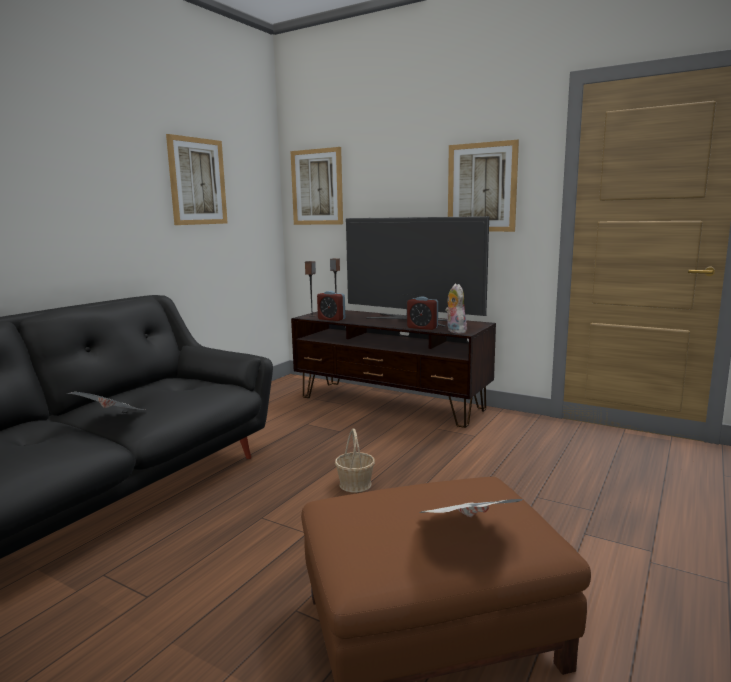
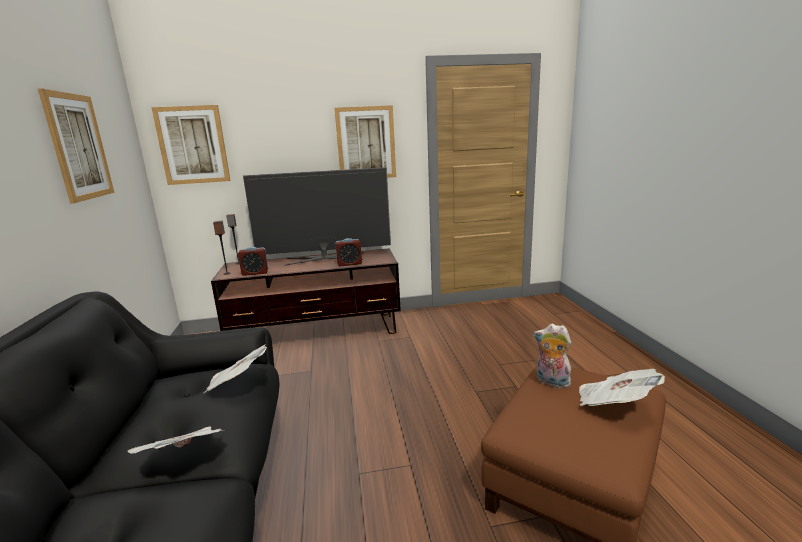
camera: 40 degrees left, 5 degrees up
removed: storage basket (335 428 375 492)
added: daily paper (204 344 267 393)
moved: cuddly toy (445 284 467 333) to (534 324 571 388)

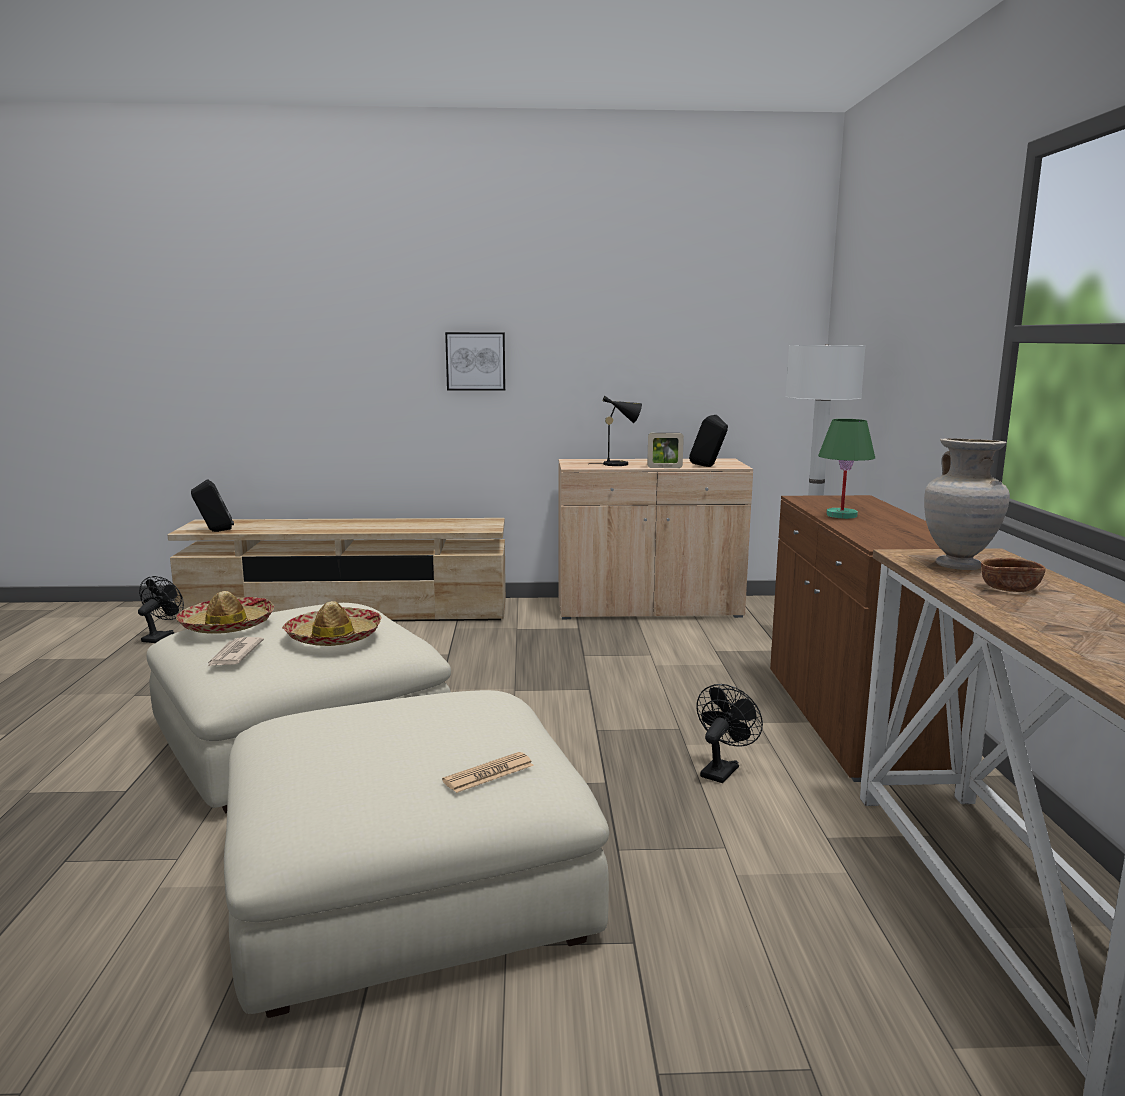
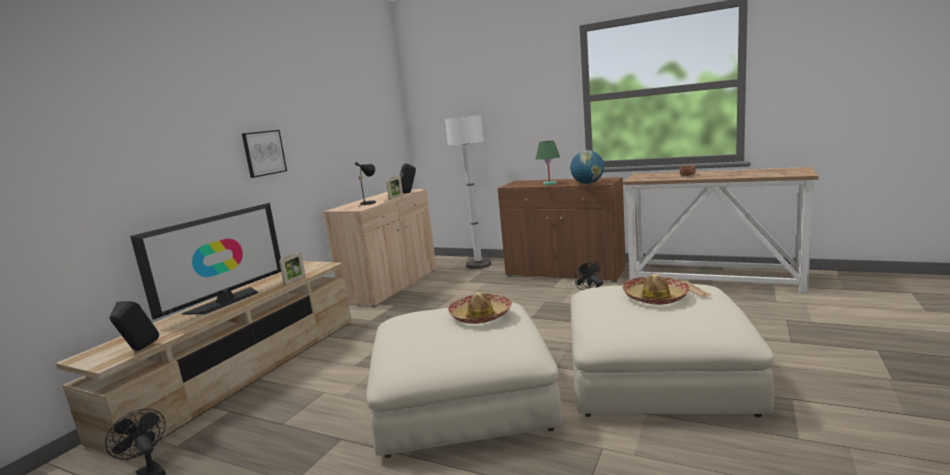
camera: 60 degrees left, 0 degrees up
removed: daily paper (207 637 264 667); flower vase (sand-coloured) (924 438 1010 570)
added: television (130 203 281 320); standing frame (279 252 305 285); world globe (570 150 604 184)
moved: clothing hat (176 591 274 634) to (622 274 690 305)

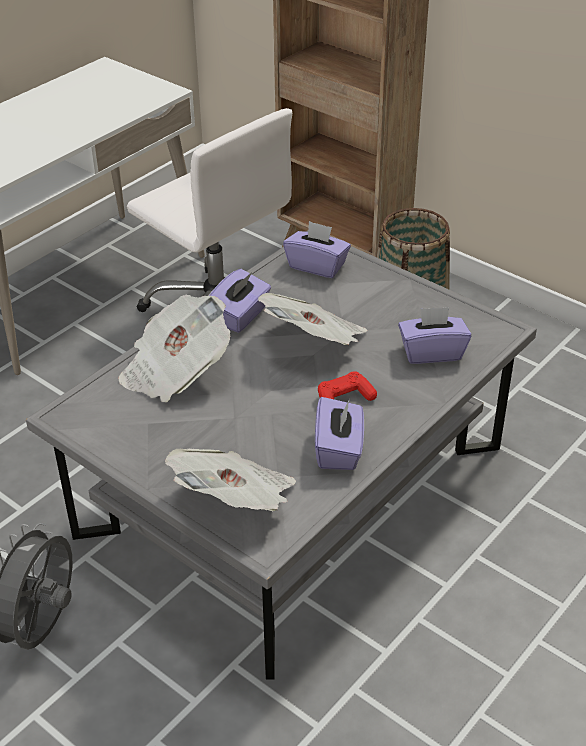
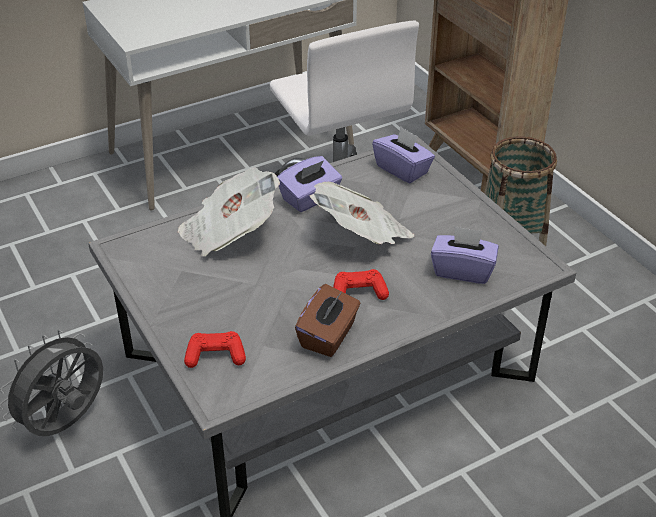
camera: 20 degrees right, 0 degrees up
replaced: daily paper (165 449 296 511) to gamepad (reddish) (184 331 246 368)
recoloured: tissue holder (purplish) (315 397 364 470) to tissue holder (brown) (295 284 361 357)

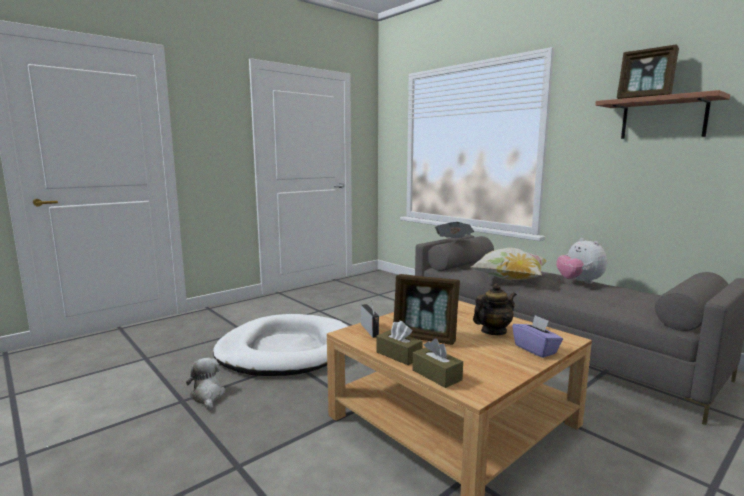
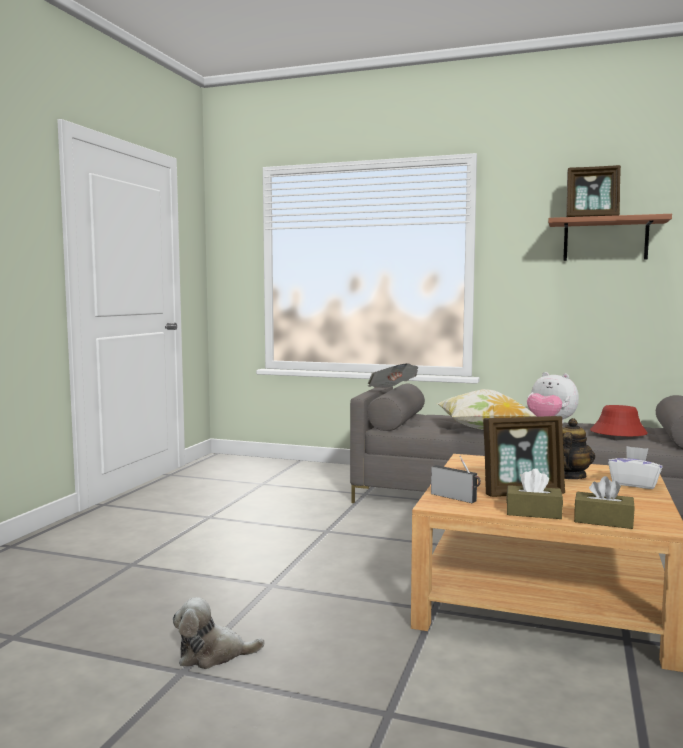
camera: 30 degrees left, 5 degrees down
removed: pet bed (whitish) (213 314 348 376)
added: clothing hat (reddish) (590 405 648 436)
recoloured: tissue holder (purplish) (512 315 563 358) to tissue holder (whitish) (608 446 663 489)
turned: cuddly toy (186 358 225 410) = (173 597 265 669) 45 degrees counterclockwise

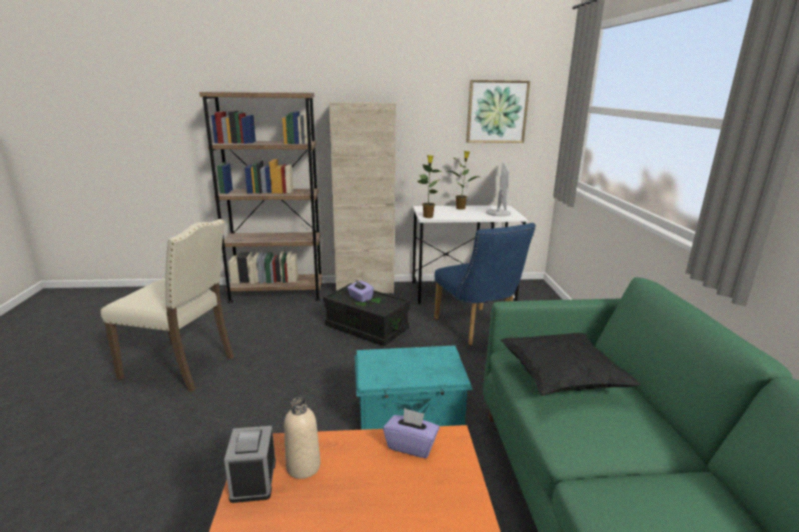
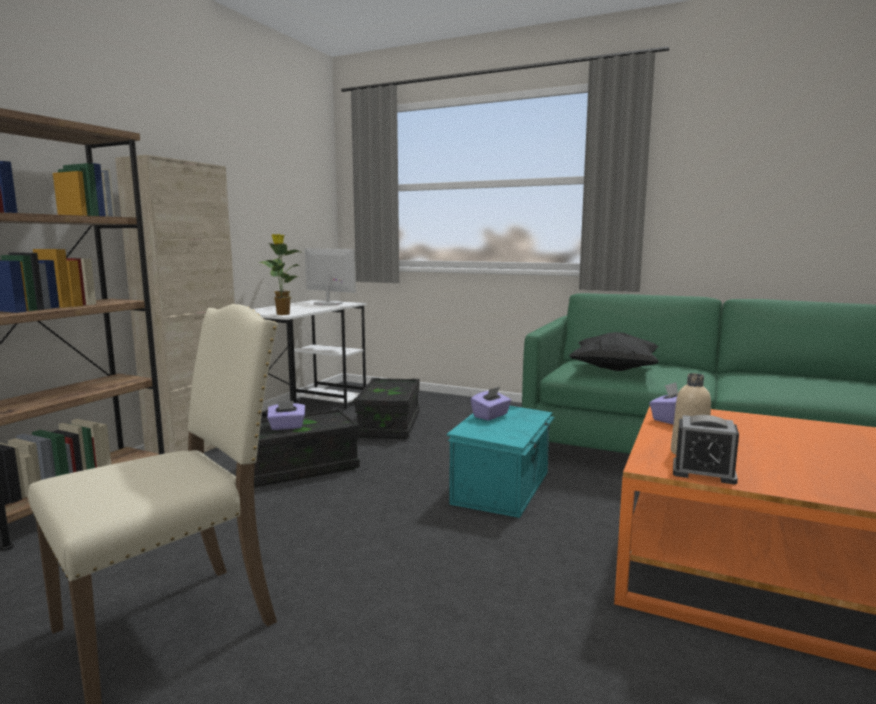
camera: 60 degrees left, 10 degrees down
removed: picture (466 80 530 143)
added: tissue holder (purplish) (471 387 511 421)
replaced: plain chair (bluish) (434 223 536 345) to storage bin (black-coloured) (354 378 420 439)

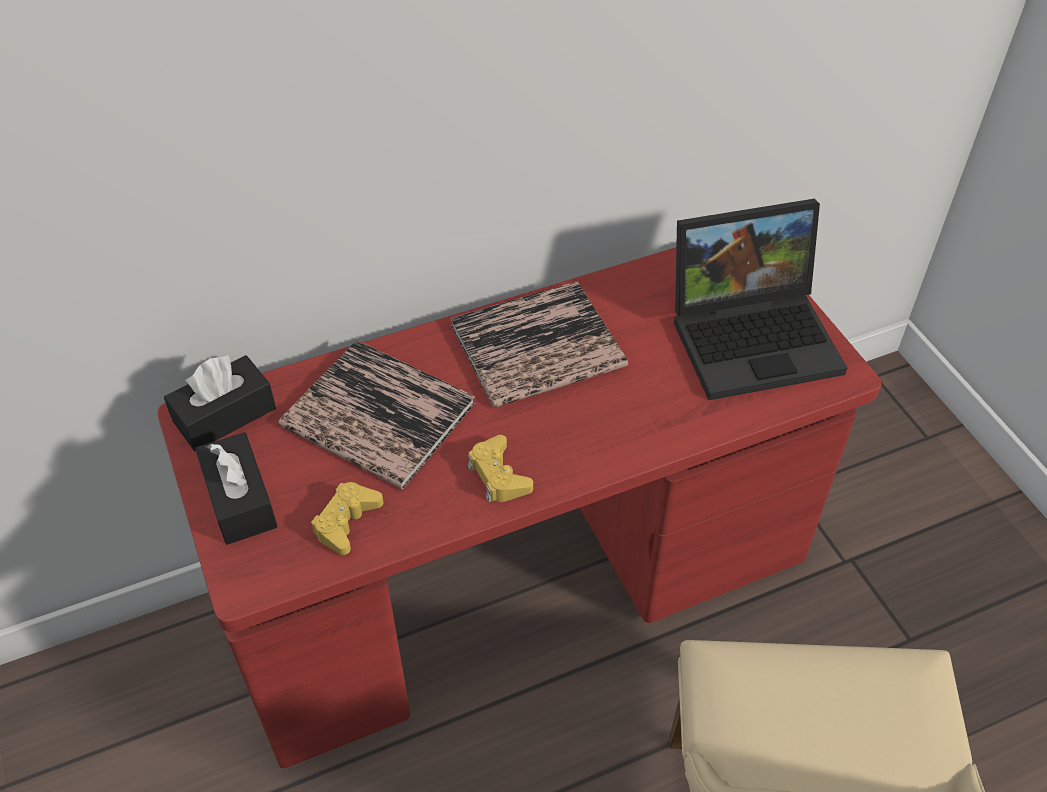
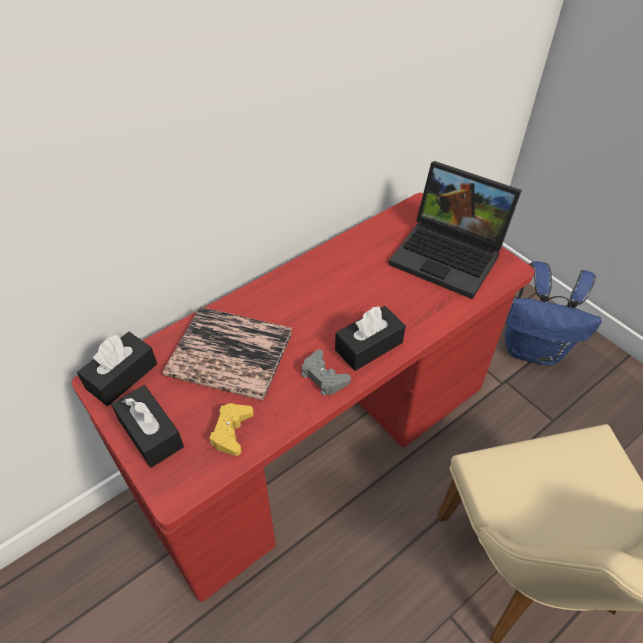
camera: 15 degrees left, 0 degrees up
removed: volume (450 281 628 408)
added: tissue holder (black-coloured) (335 306 406 371); rucksack (bluish) (505 261 602 366)
recoloured: gamepad (yellow-coloured) (468 435 533 502) to gamepad (greyish) (302 350 351 396)
turned: notebook computer (674 199 847 400) = (388 161 522 299) 60 degrees clockwise

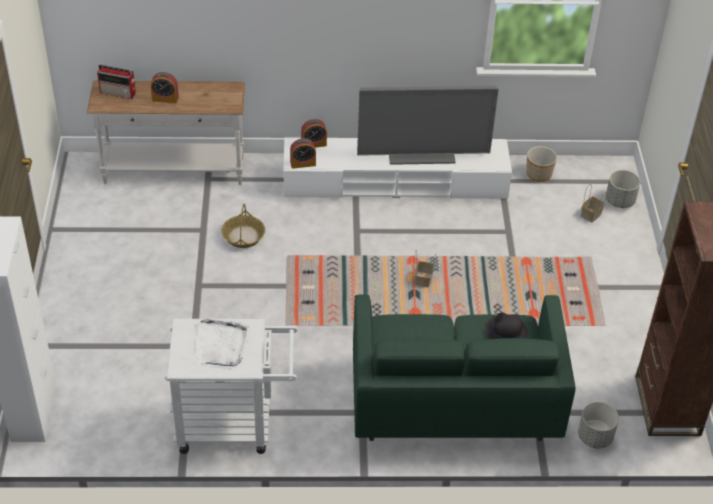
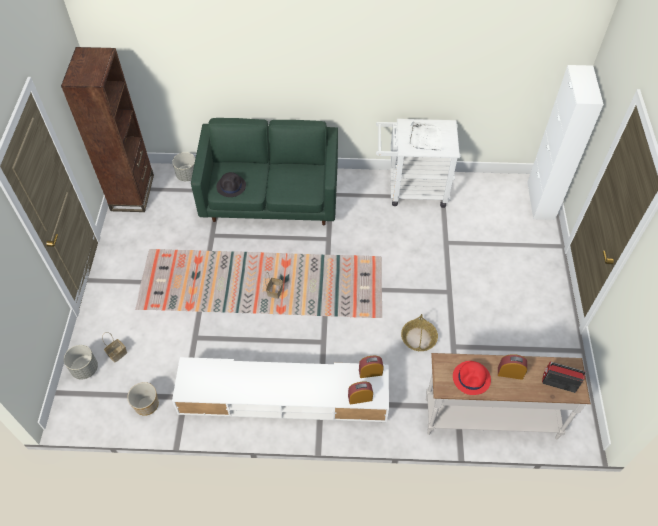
camera: 175 degrees left, 10 degrees up
removed: television (357 86 499 165)
added: clothing hat (reddish) (453 361 491 395)

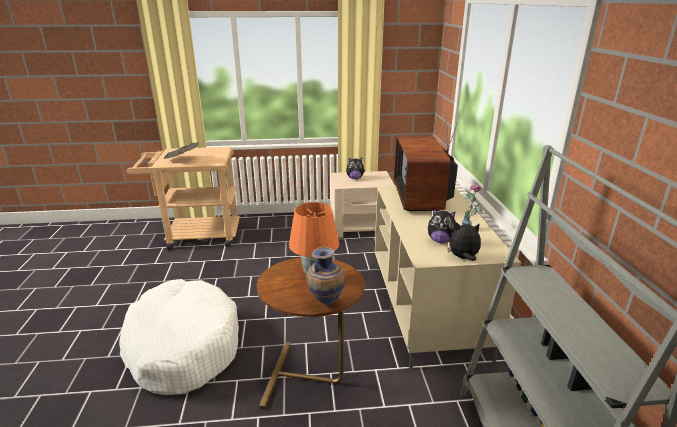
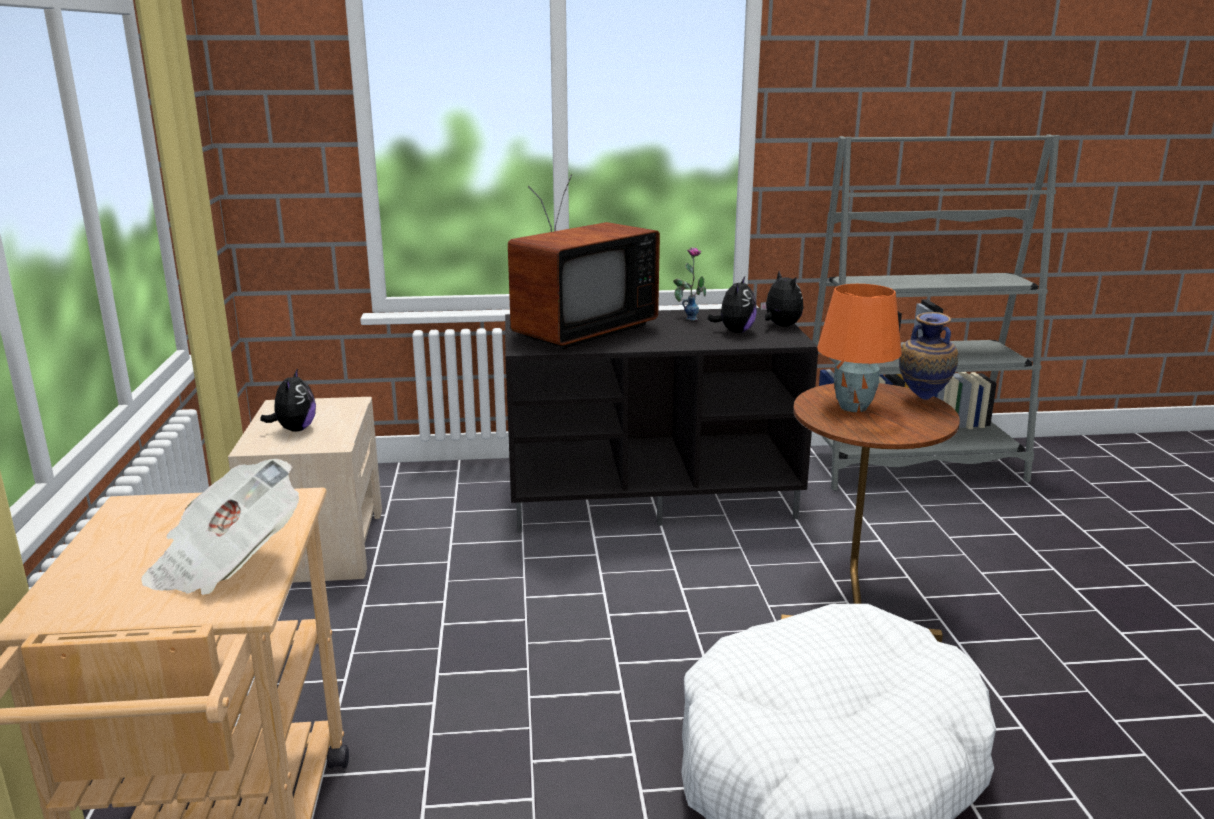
camera: 90 degrees left, 5 degrees down
recoloured: tv unit (sand-coloured) (375 185 521 368) to tv unit (black-coloured) (505 308 818 532)
turned: television (394 116 458 211) = (508 174 660 349) 45 degrees counterclockwise; cuddly toy (448 222 481 261) = (760 271 803 327) 150 degrees clockwise

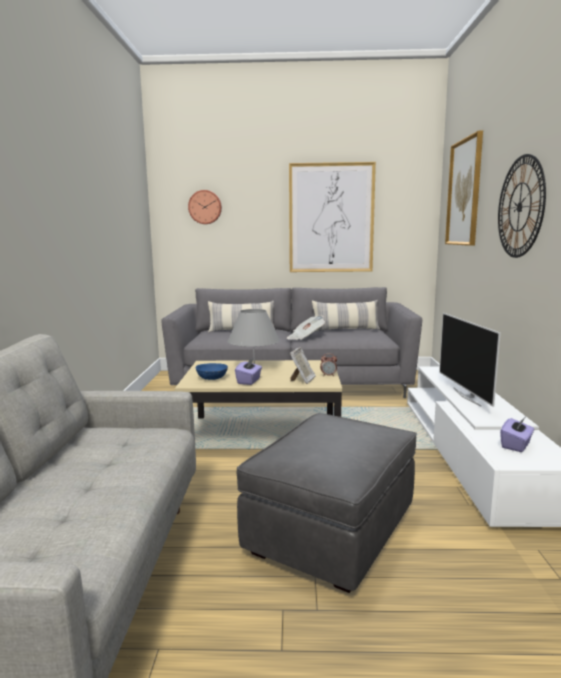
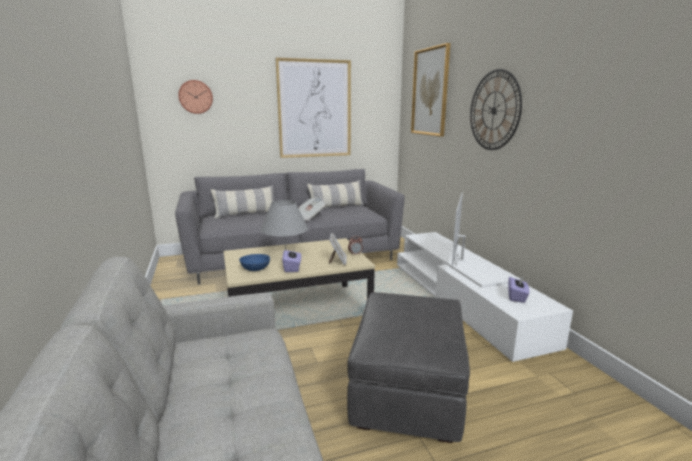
camera: 20 degrees left, 5 degrees up
turned: television (439 313 501 407) = (452 192 465 267) 45 degrees clockwise

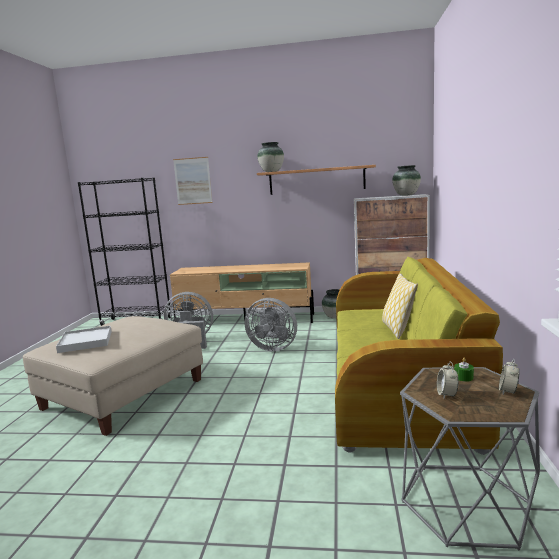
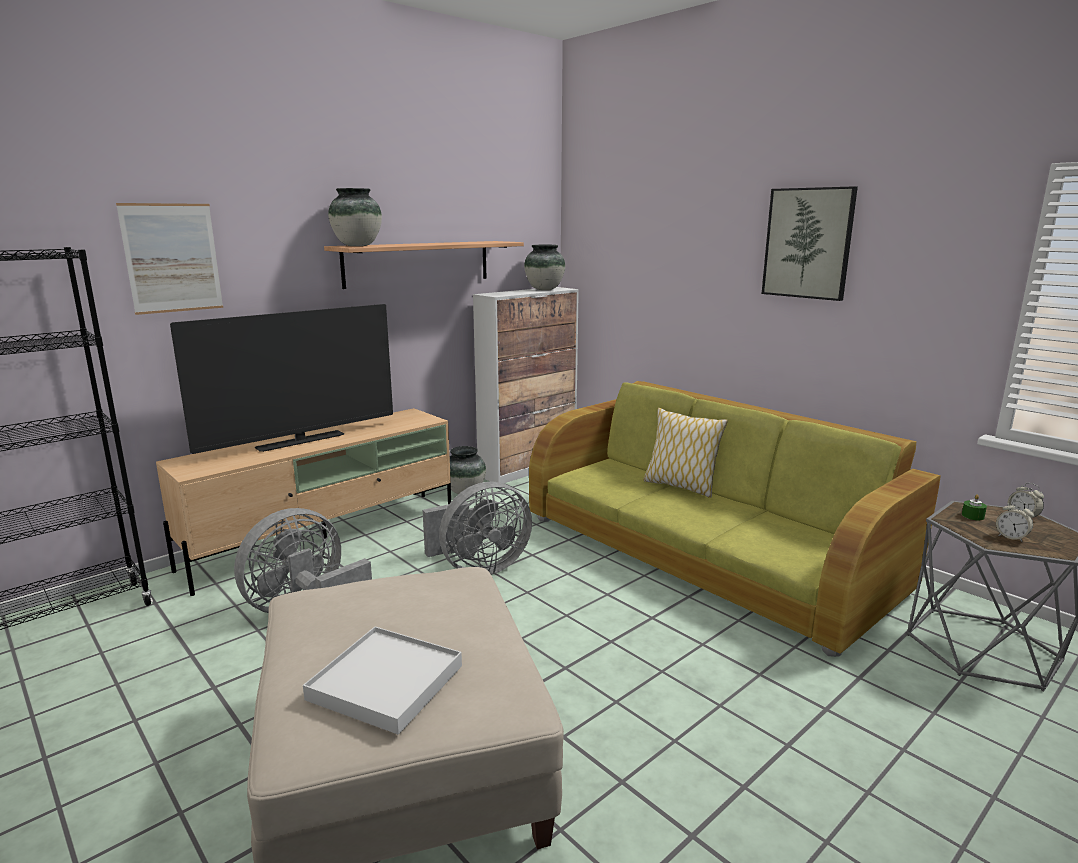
camera: 50 degrees left, 5 degrees up
added: television (170 304 393 454); picture (762 186 858 301)

